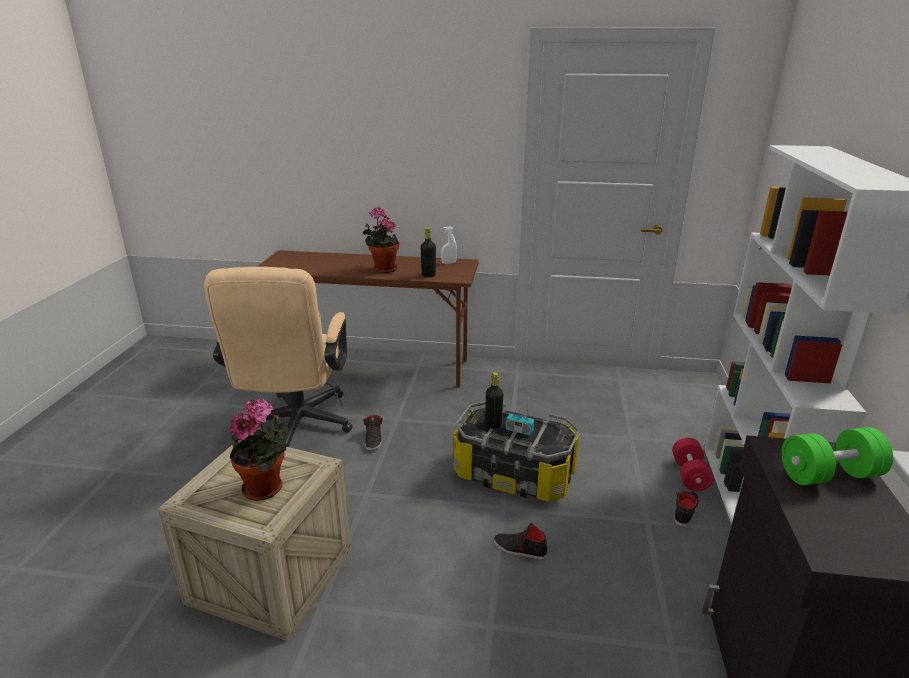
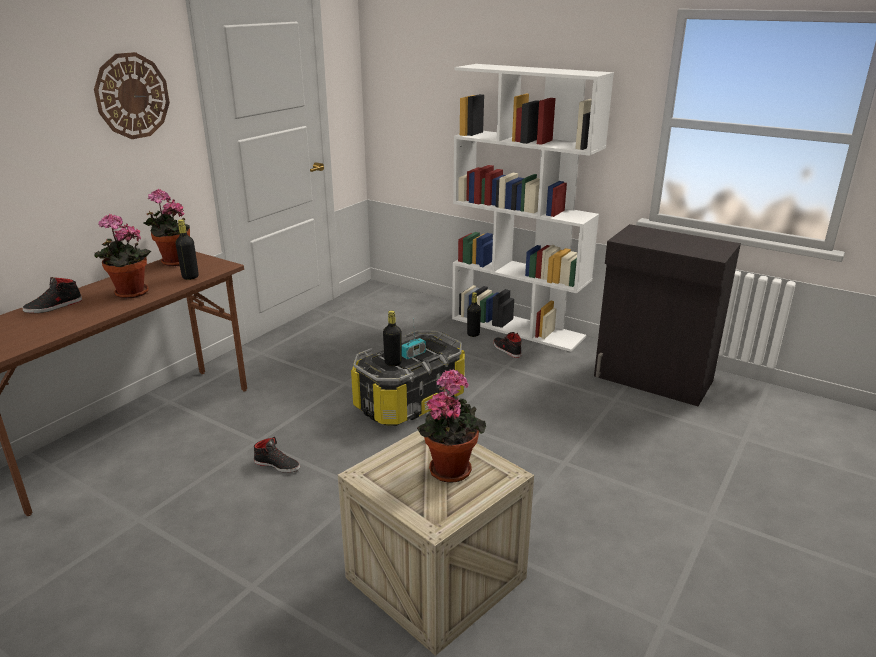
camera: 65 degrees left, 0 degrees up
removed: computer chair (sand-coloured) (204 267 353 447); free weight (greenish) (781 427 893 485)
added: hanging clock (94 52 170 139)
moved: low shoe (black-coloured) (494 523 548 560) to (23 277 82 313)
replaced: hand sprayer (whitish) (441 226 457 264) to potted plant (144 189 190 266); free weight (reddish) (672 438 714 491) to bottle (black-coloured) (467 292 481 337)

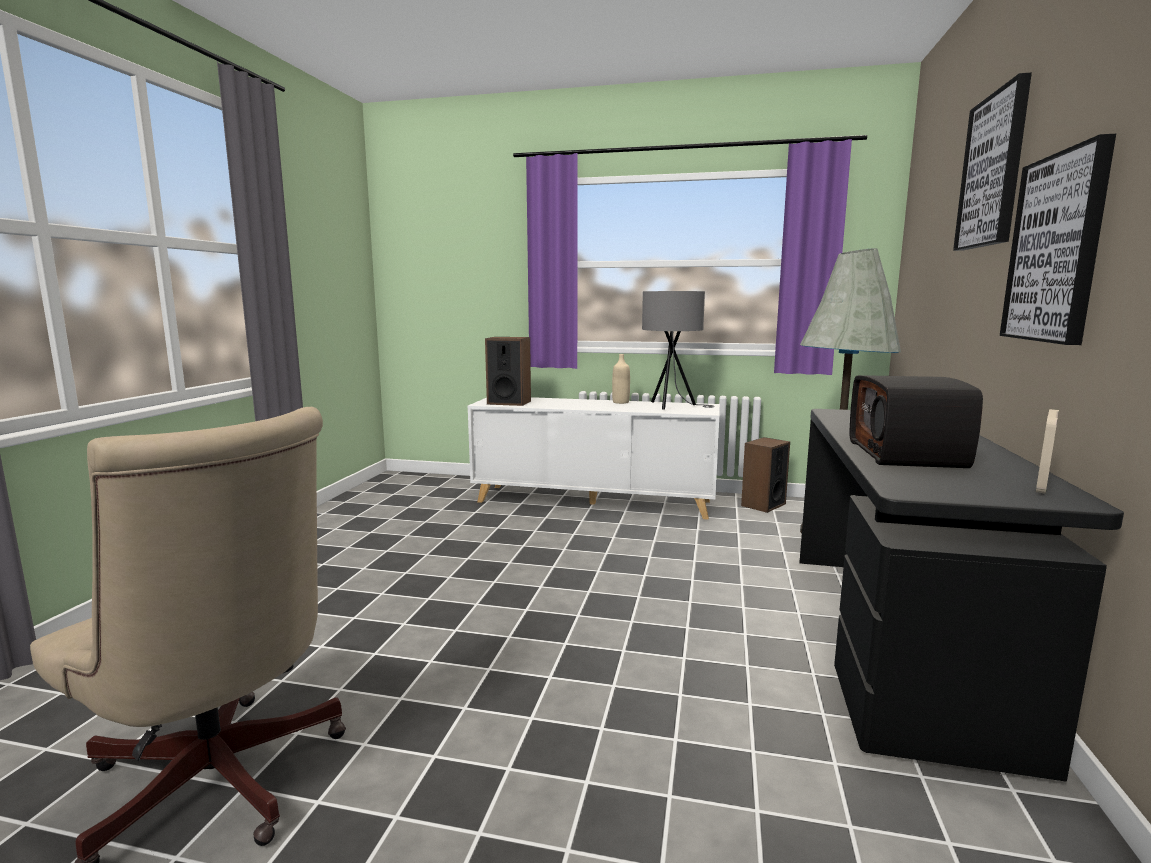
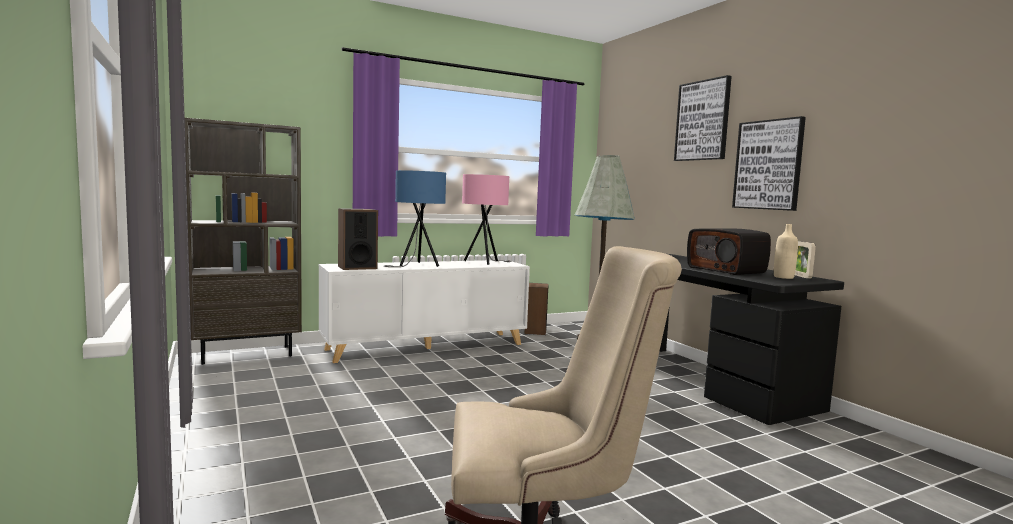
camera: 40 degrees left, 5 degrees down
added: shelving unit (brown) (185 118 302 365); tabletop lamp (bluish) (384 170 446 267)
moved: bottle (sand-coloured) (612 354 630 404) to (774 224 798 279)
recoloured: tabletop lamp (greyish) (642 291 715 410) to tabletop lamp (pink-coloured) (462 174 512 265)

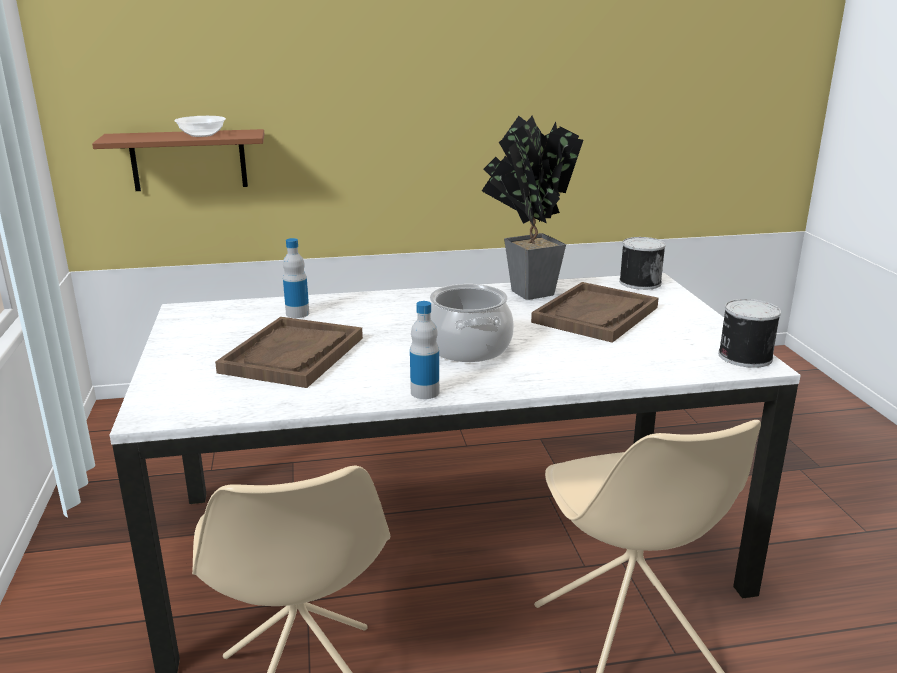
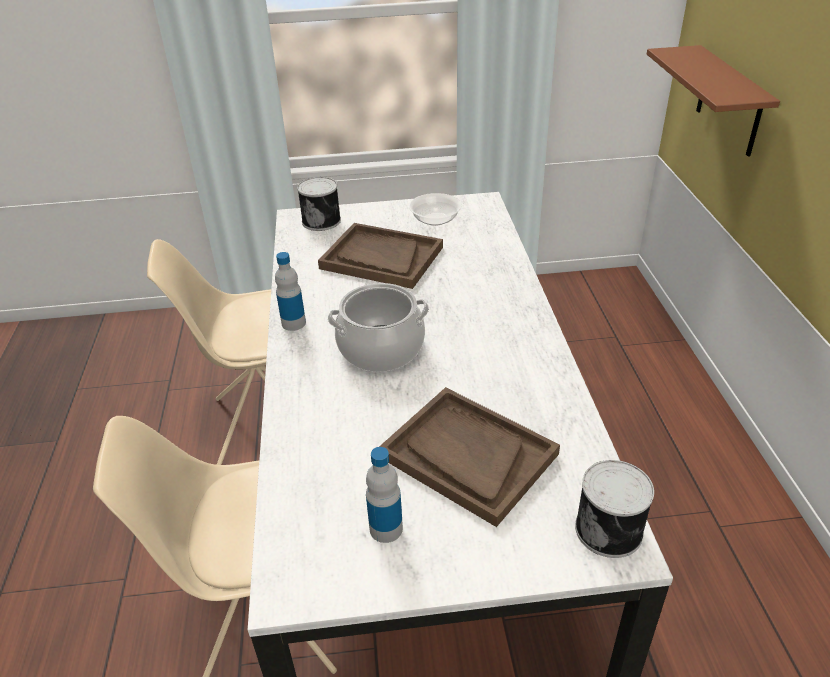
camera: 95 degrees right, 15 degrees up
removed: potted plant (482 116 583 300)
moved: bowl (175 116 226 137) to (409 193 462 226); bottle (283 238 309 318) to (366 447 403 543); metal can (718 299 781 368) to (297 177 341 231)

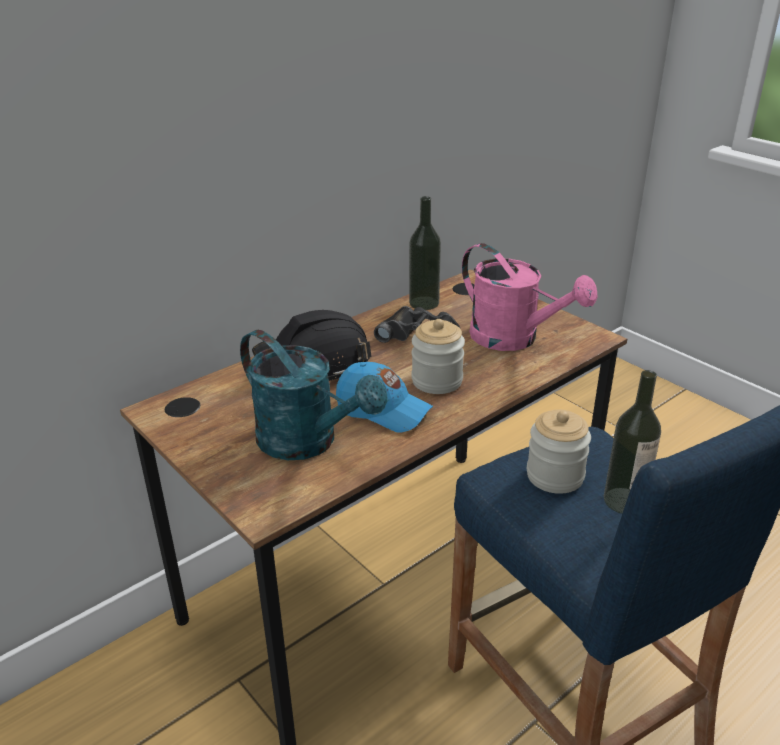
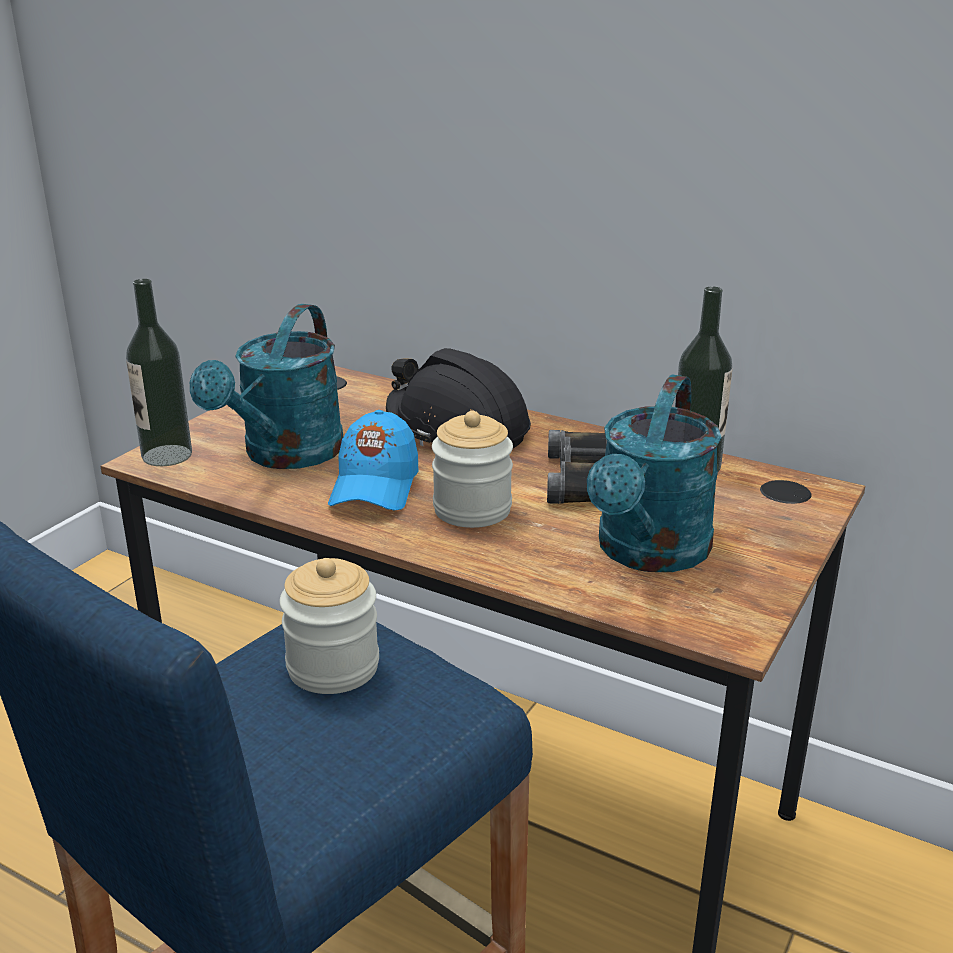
camera: 70 degrees right, 5 degrees down
moved: bottle (604 370 661 514) to (126 279 192 466)
recoloured: watering pot (pink-coloured) (462 243 598 351) to watering pot (turquoise-coloured) (587 374 722 572)

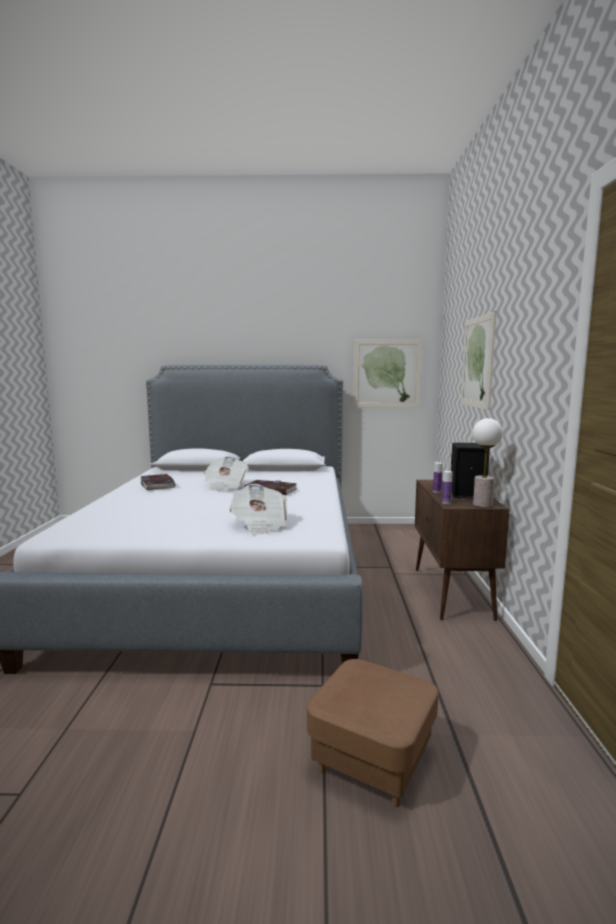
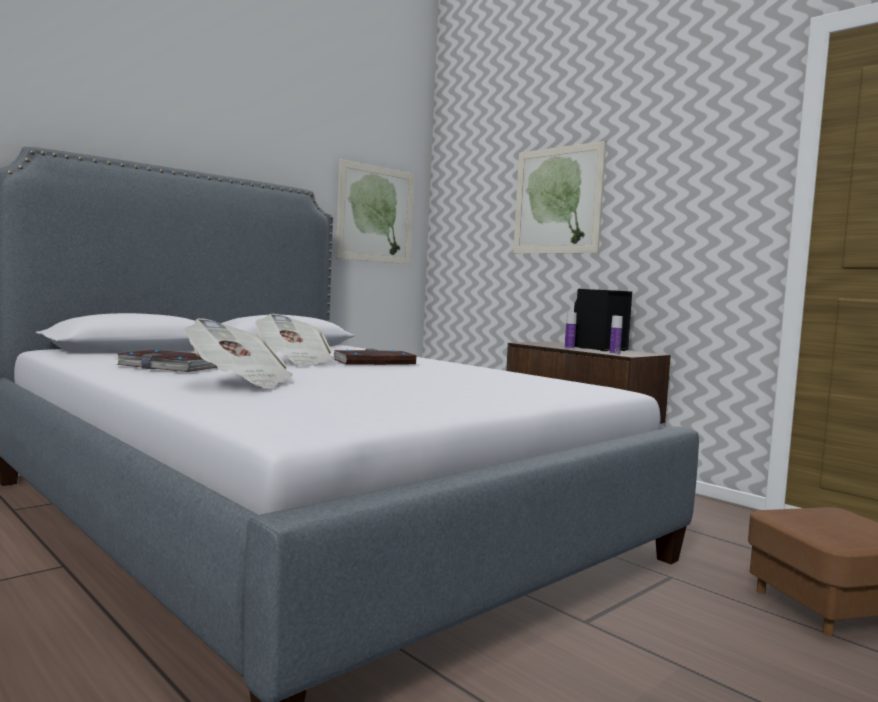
camera: 45 degrees left, 5 degrees down
removed: tabletop lamp (472 418 503 508)
moved: daily paper (230 484 288 535) to (184 318 293 388)

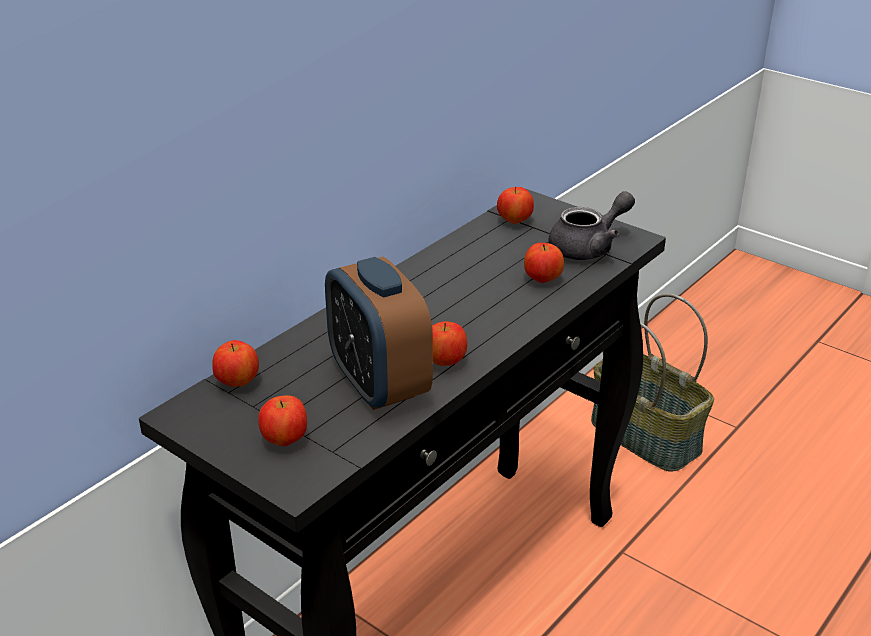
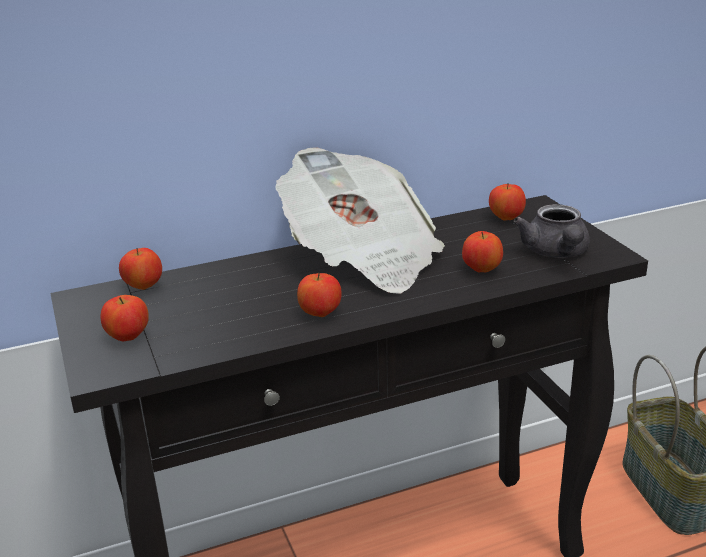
camera: 30 degrees right, 5 degrees down
removed: table clock (325 257 433 410)
added: daily paper (276 147 445 294)
turned: tea pot (greyish) (549 191 635 260) = (513 204 590 258) 90 degrees clockwise

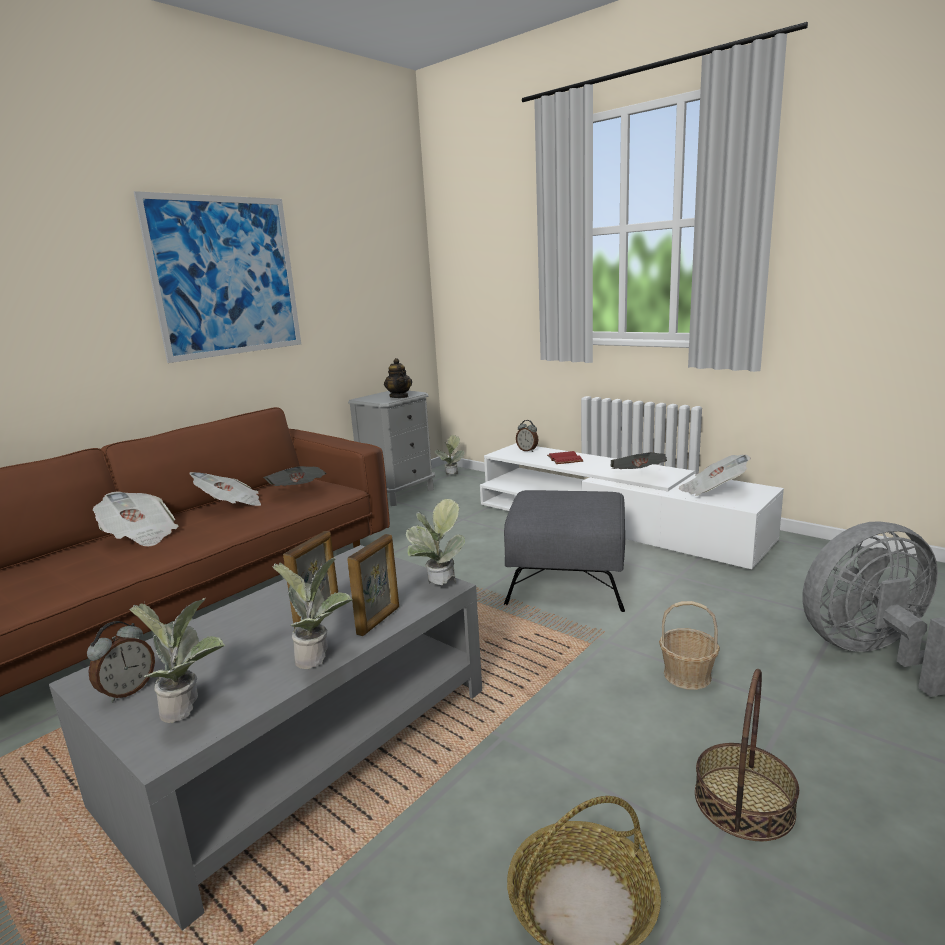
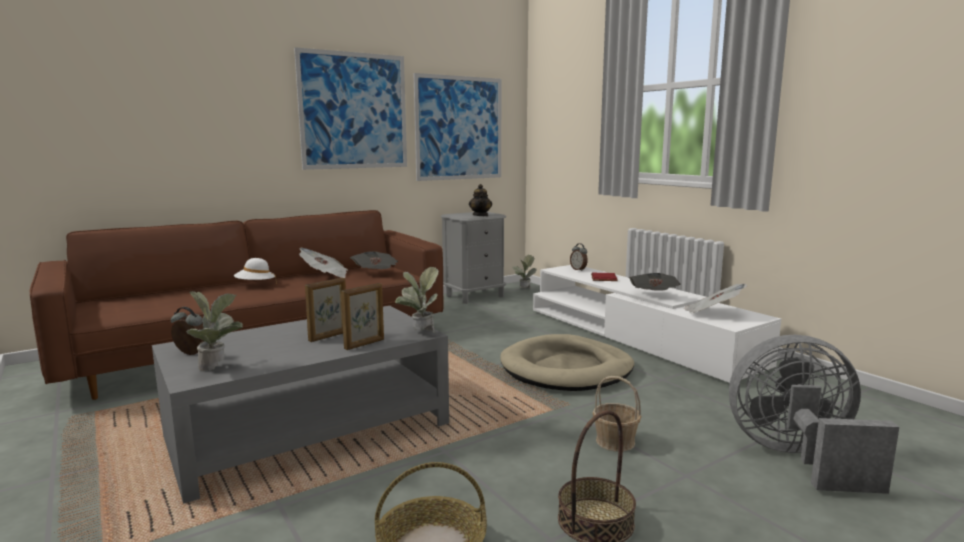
camera: 15 degrees right, 5 degrees down
removed: potted plant (273 557 353 669)
added: picture (413 73 502 181)
replaced: daily paper (93 491 179 546) to clothing hat (whitish) (234 258 277 284); ottoman (greyish) (504 490 625 612) to pet bed (sand-coloured) (500 334 634 391)
turned: table clock (87 621 155 703) = (171 307 204 355) 120 degrees counterclockwise

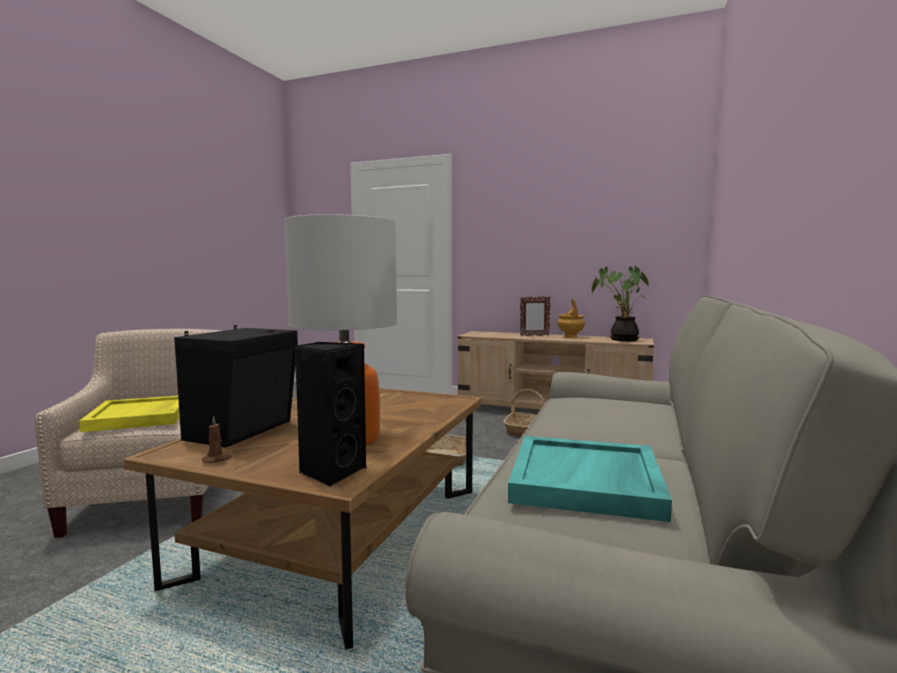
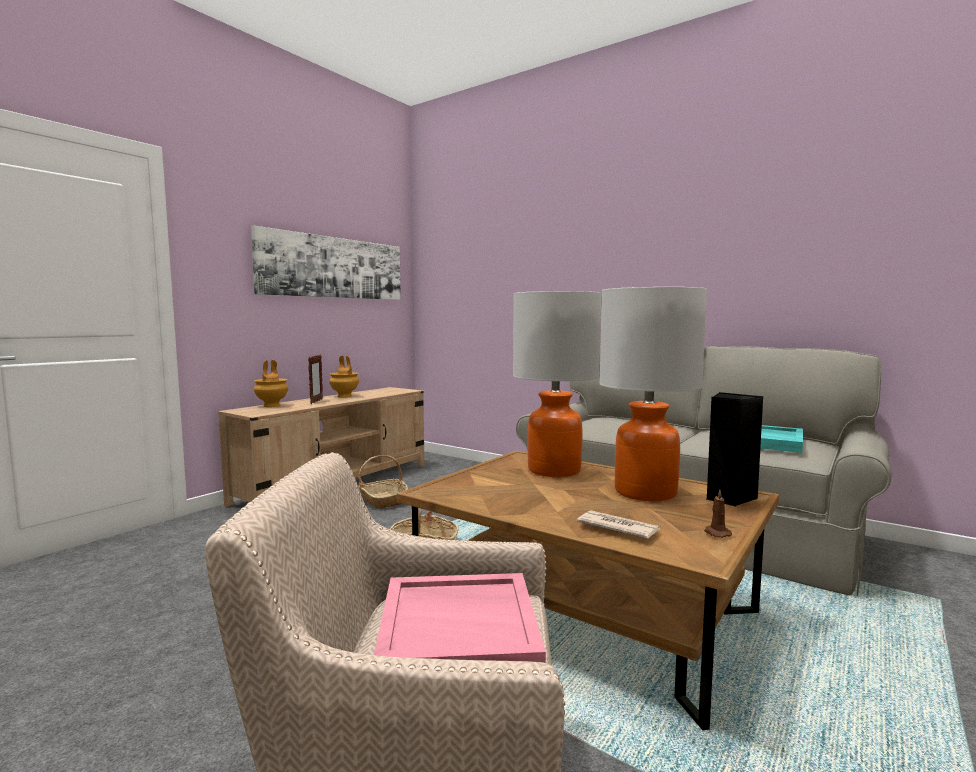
camera: 75 degrees left, 0 degrees up
removed: potted plant (592 266 649 341)
added: picture (251 226 401 300); flower vase (brown) (254 360 288 407); tabletop lamp (513 291 602 477)
replaced: speaker (black-coloured) (174 325 298 448) to daily paper (577 510 660 539)
recoloured: serving tray (yellow-coloured) (79 396 180 432) to serving tray (pink-coloured) (374 573 546 663)

